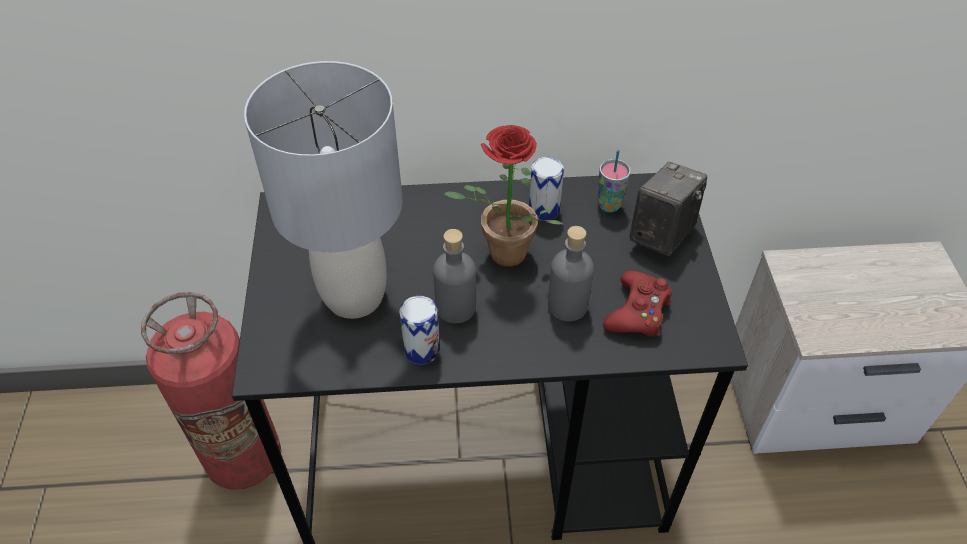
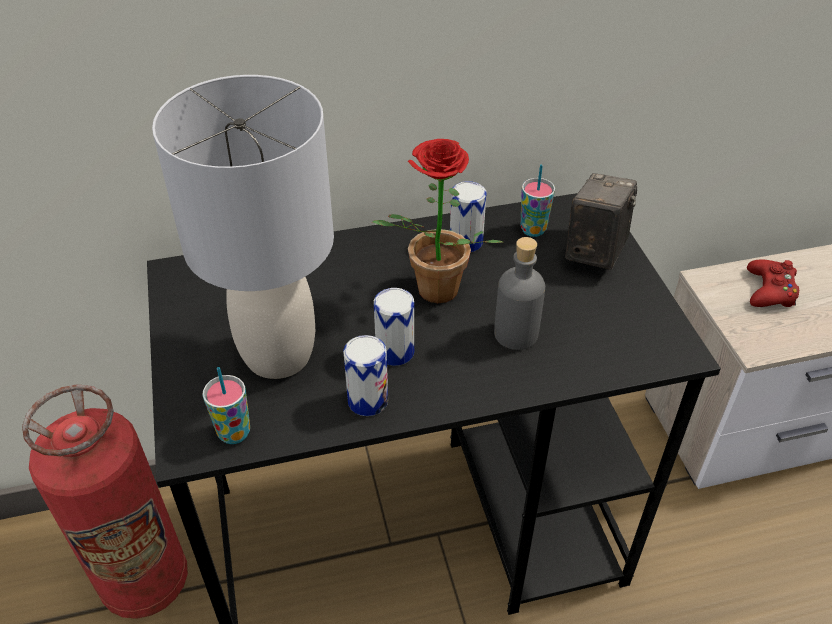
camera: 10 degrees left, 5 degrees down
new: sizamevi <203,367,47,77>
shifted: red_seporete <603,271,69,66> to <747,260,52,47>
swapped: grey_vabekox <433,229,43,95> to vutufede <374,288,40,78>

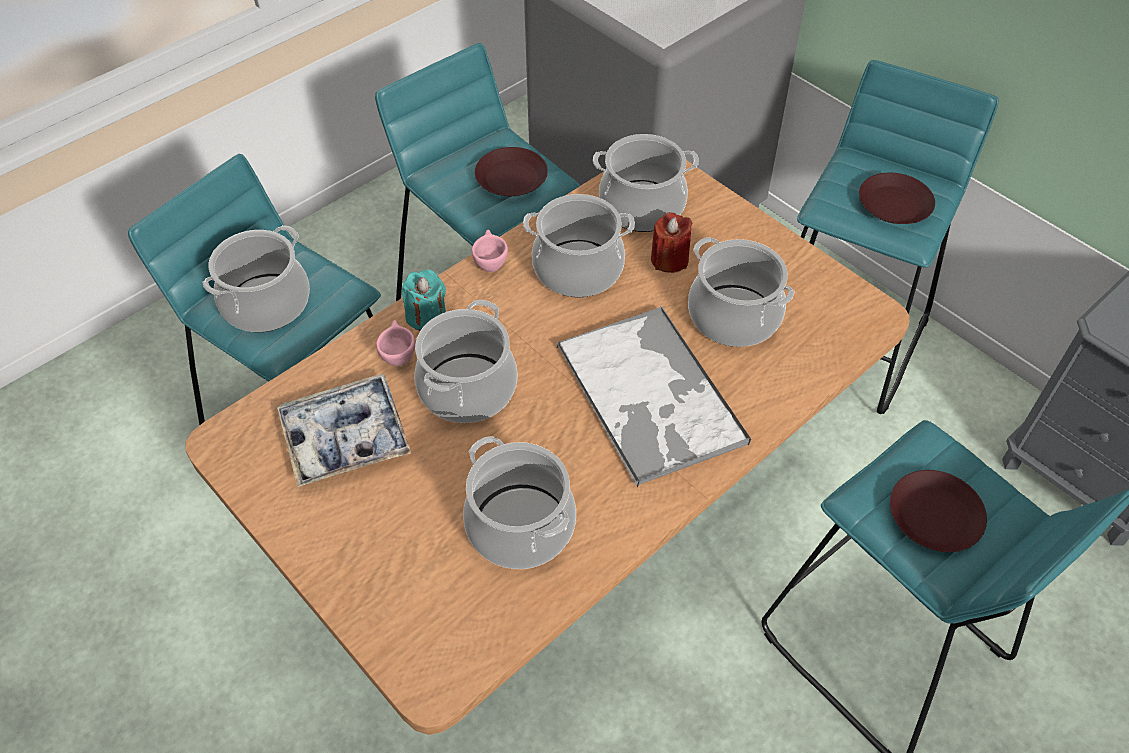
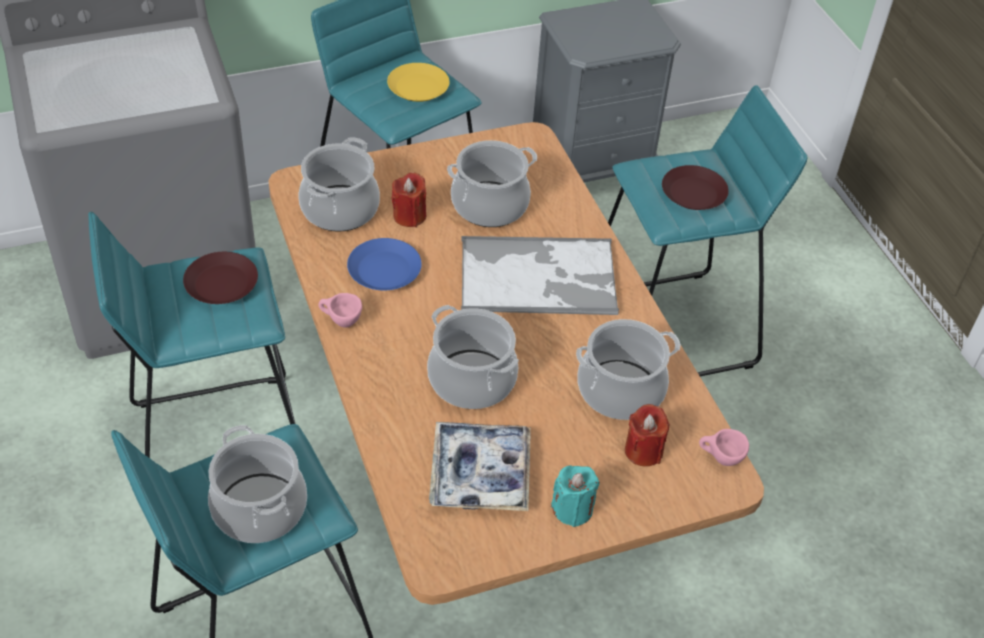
camera: 70 degrees left, 5 degrees down
new: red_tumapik <625,404,44,63>
shifted: pink_sizamevi <376,320,39,46> to <699,429,50,37>; turquoise_tumapik <402,269,44,62> to <551,466,48,61>
swapped: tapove <523,194,112,103> to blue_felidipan <347,238,75,52>
repainted: brown_felidipan <859,173,76,51> to yellow_felidipan <387,63,62,39>

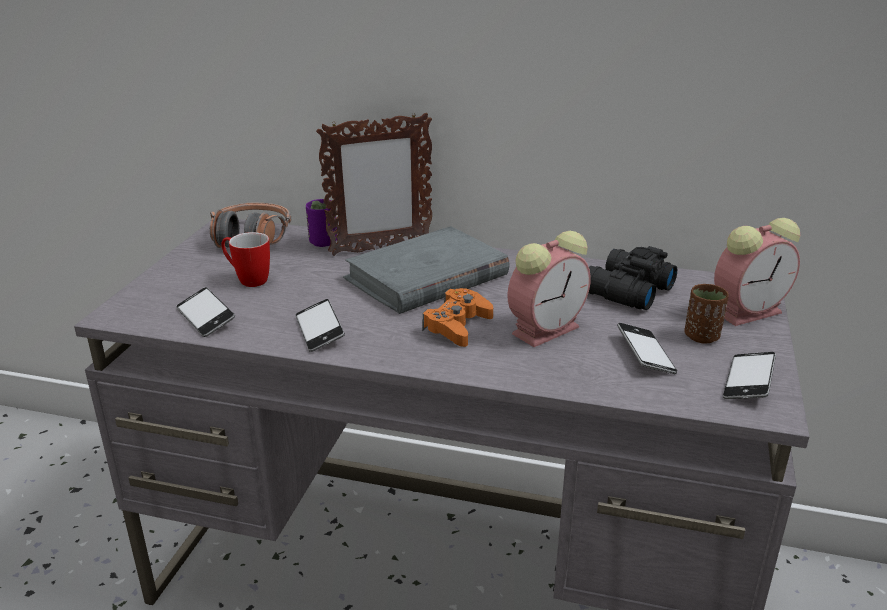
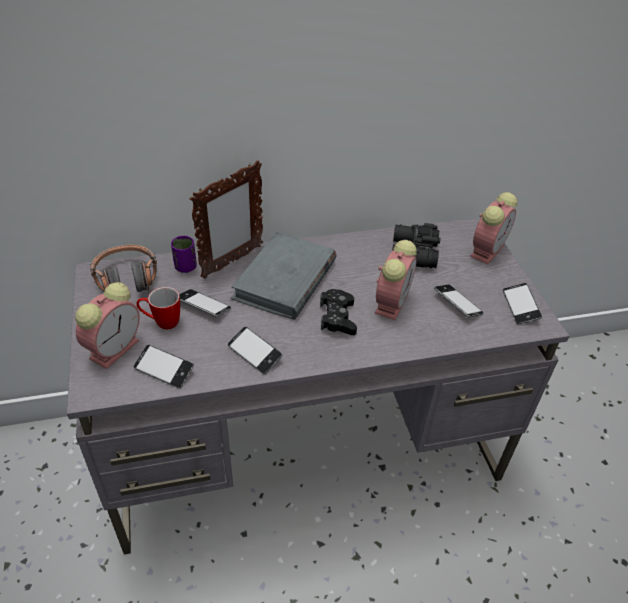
camera: 30 degrees left, 15 degrees up
gone: brown_sizamevi <684,284,45,59>
new: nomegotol <75,282,65,87>; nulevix <179,289,52,28>
repainted: orange_seporete <422,288,71,59> to black_seporete <320,289,37,46>

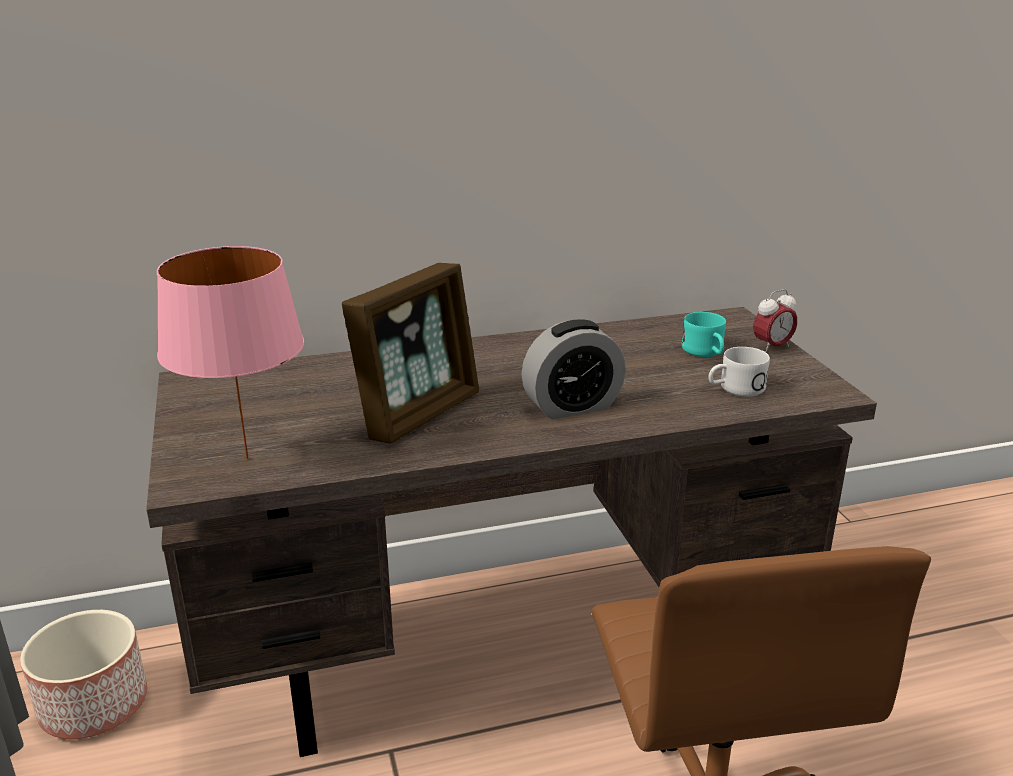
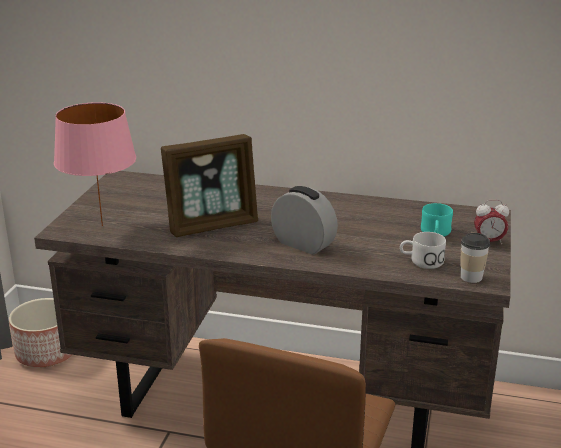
camera: 30 degrees right, 0 degrees up
new: sizamevi <460,233,30,50>
rotated: nomegotol <522,319,104,100> = <271,186,67,69> 150 degrees counterclockwise

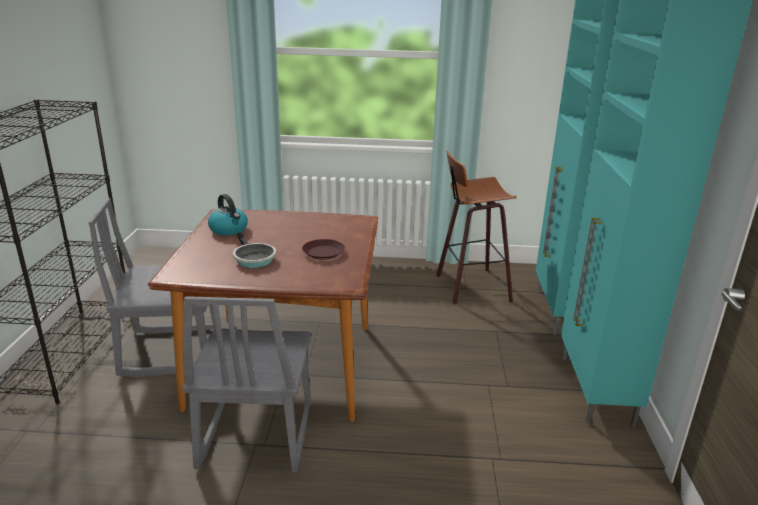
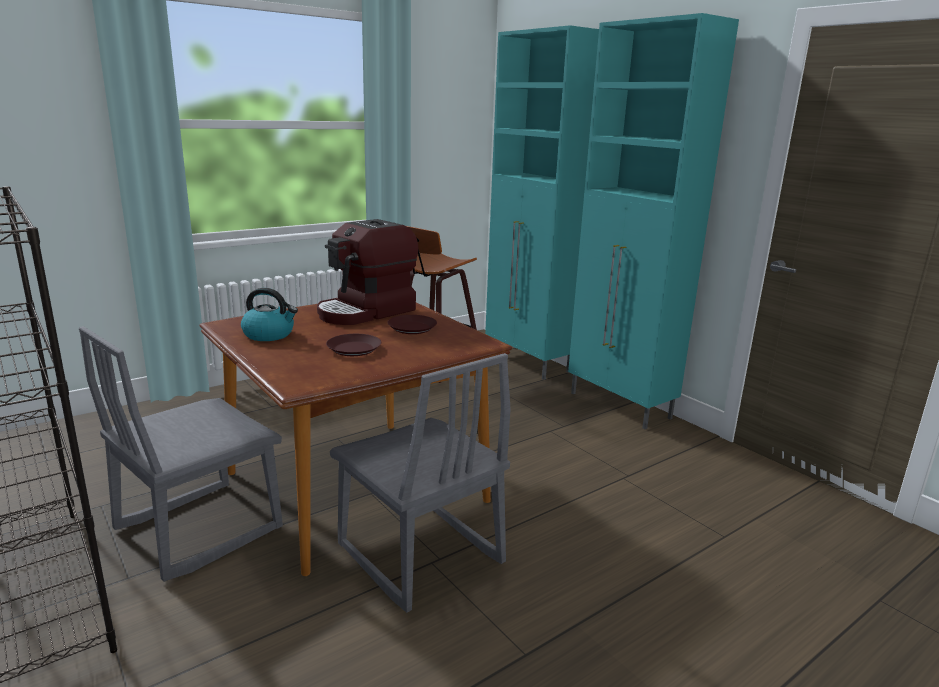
camera: 40 degrees left, 5 degrees down
new: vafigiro <317,219,101,106>
swapped: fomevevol <233,232,43,36> to brown_felidipan <326,334,55,22>

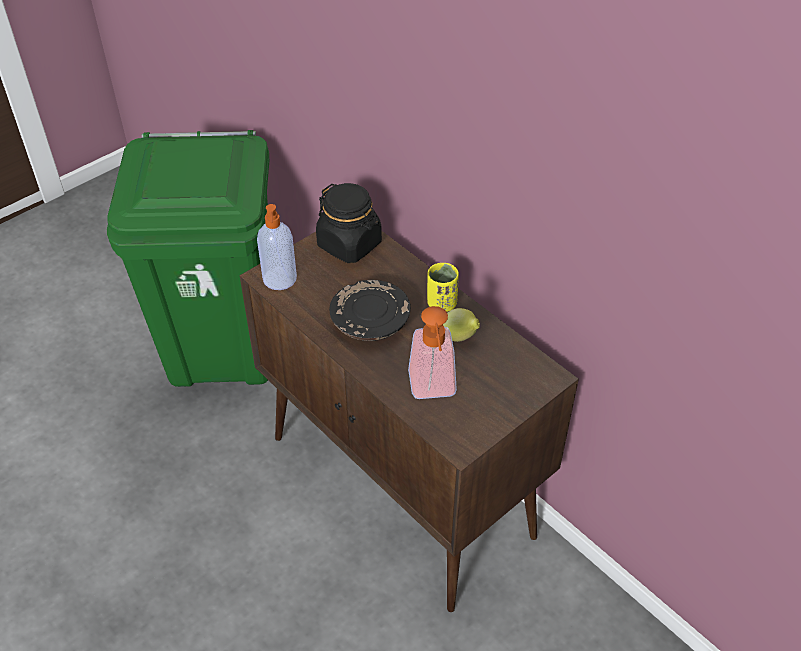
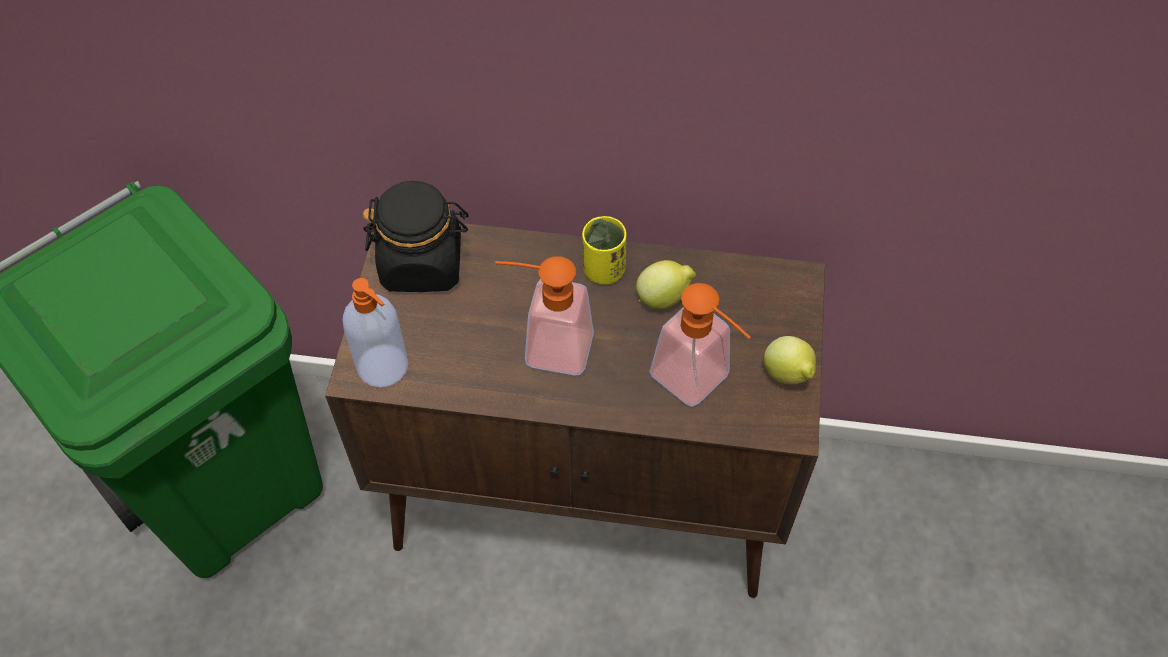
camera: 40 degrees left, 10 degrees up
new: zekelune <764,336,52,48>
swapped: black_felidipan <329,280,82,61> to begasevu <495,256,99,120>

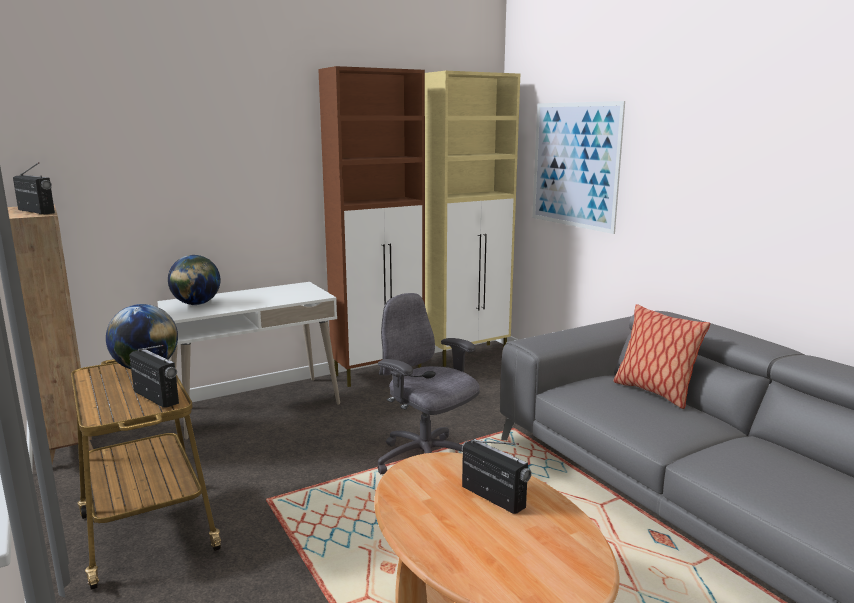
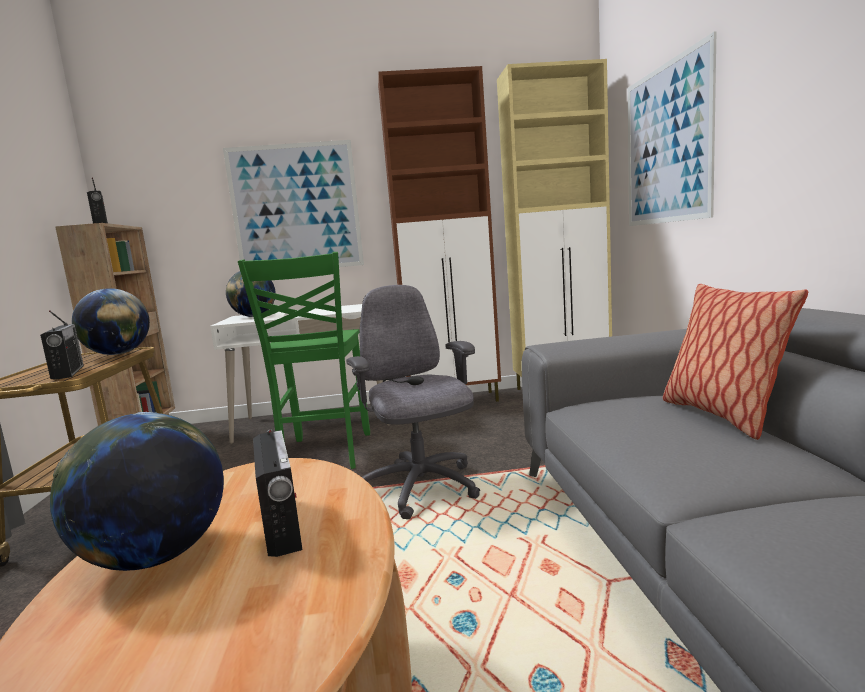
camera: 25 degrees right, 5 degrees down
new: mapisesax <50,412,174,159>; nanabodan <223,140,141,127>; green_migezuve <238,252,132,217>

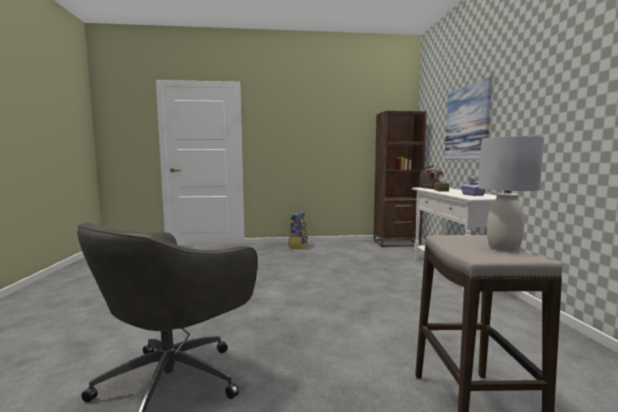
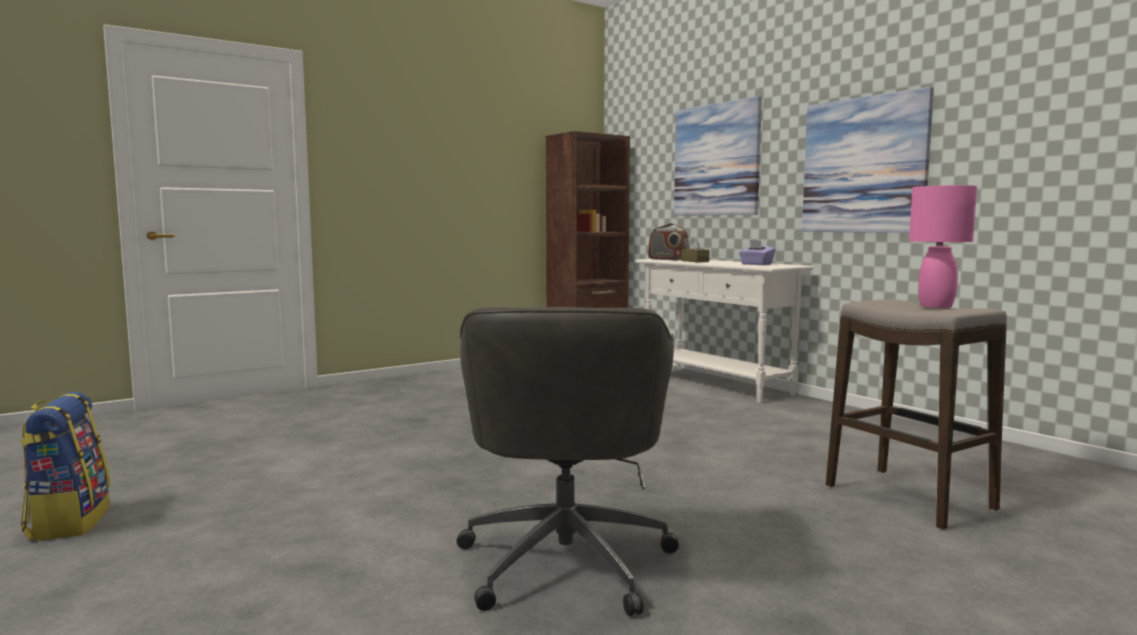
camera: 30 degrees left, 0 degrees up
new: nanabodan <802,87,132,146>
shifted: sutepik <288,211,20,38> to <20,392,90,149>
repainted: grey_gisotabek <479,136,65,115> to pink_gisotabek <909,185,68,123>

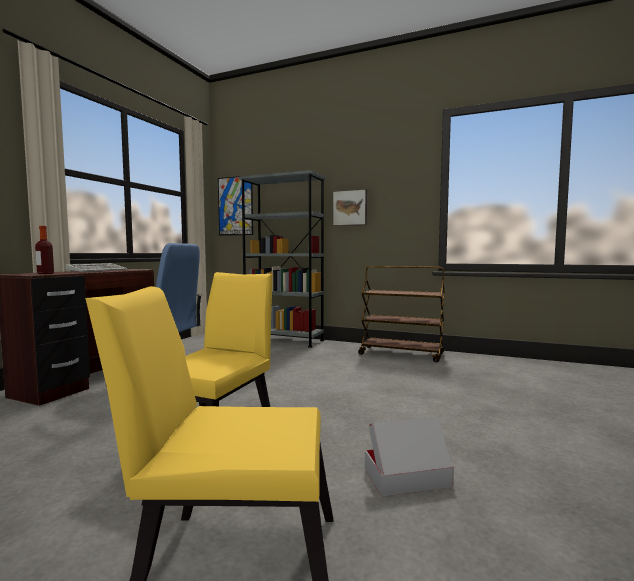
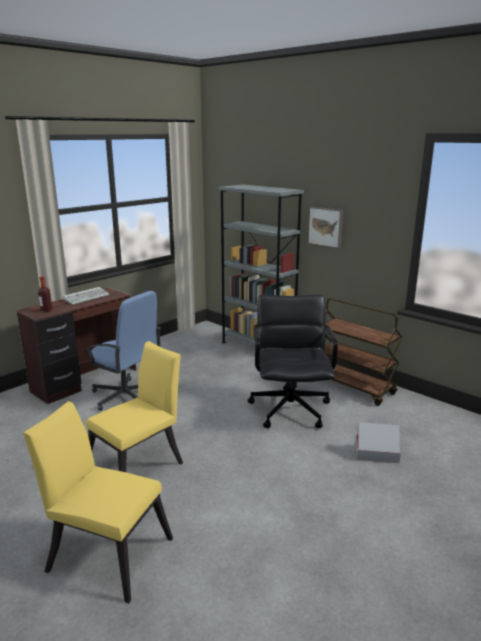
camera: 20 degrees right, 15 degrees up
gone: nanabodan <218,176,35,60>
new: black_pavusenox <248,294,90,134>
shifted: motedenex <365,417,89,80> to <355,422,46,41>

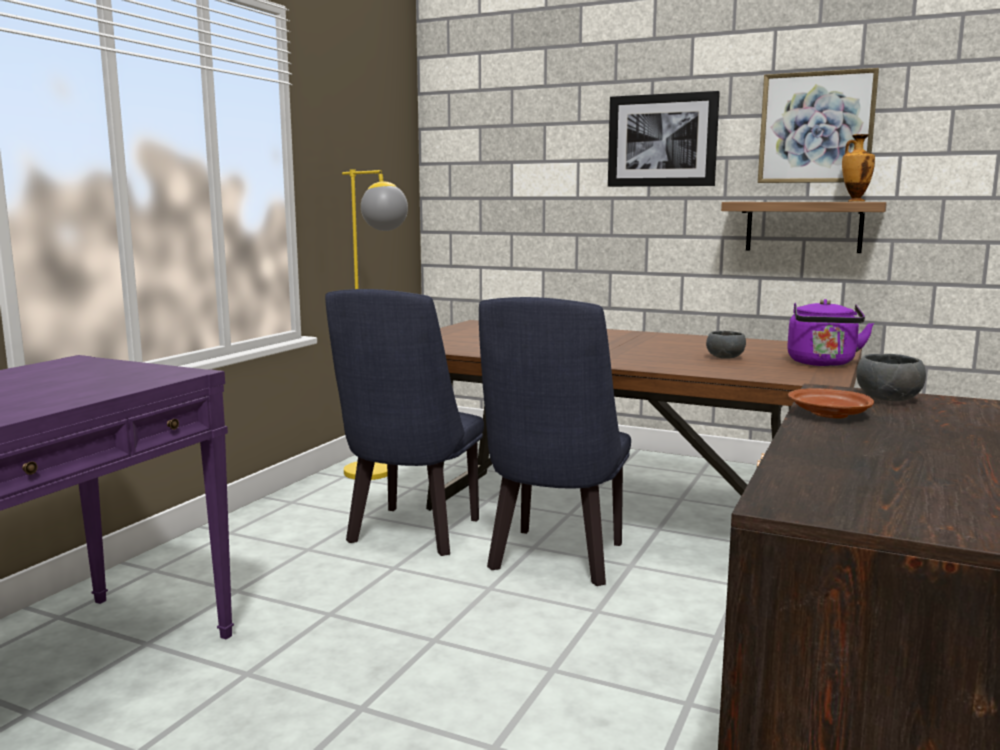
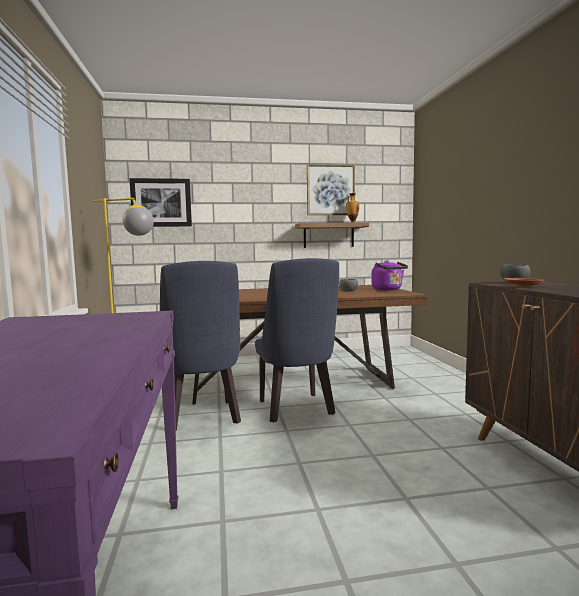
camera: 35 degrees left, 5 degrees down
shifted: nanabodan <608,91,112,96> to <129,178,63,49>

